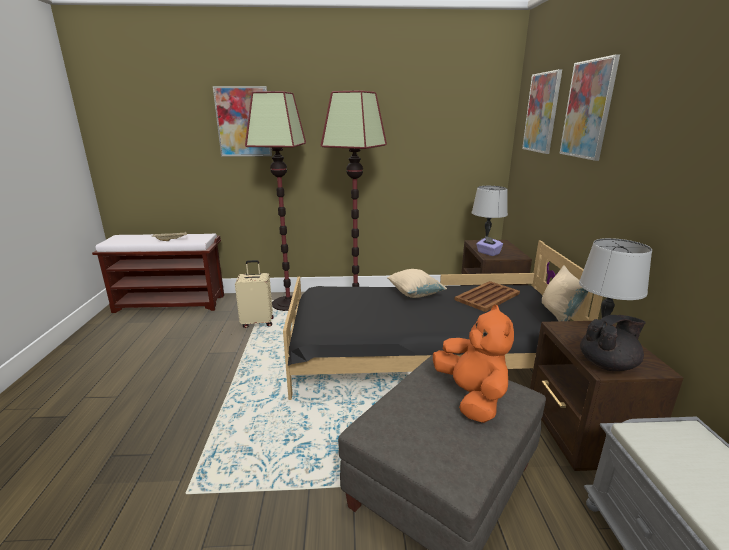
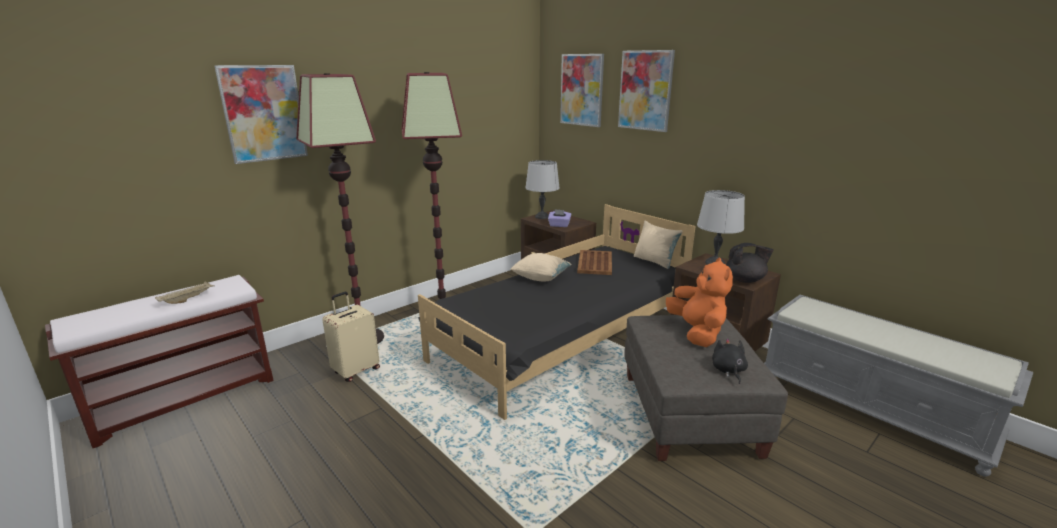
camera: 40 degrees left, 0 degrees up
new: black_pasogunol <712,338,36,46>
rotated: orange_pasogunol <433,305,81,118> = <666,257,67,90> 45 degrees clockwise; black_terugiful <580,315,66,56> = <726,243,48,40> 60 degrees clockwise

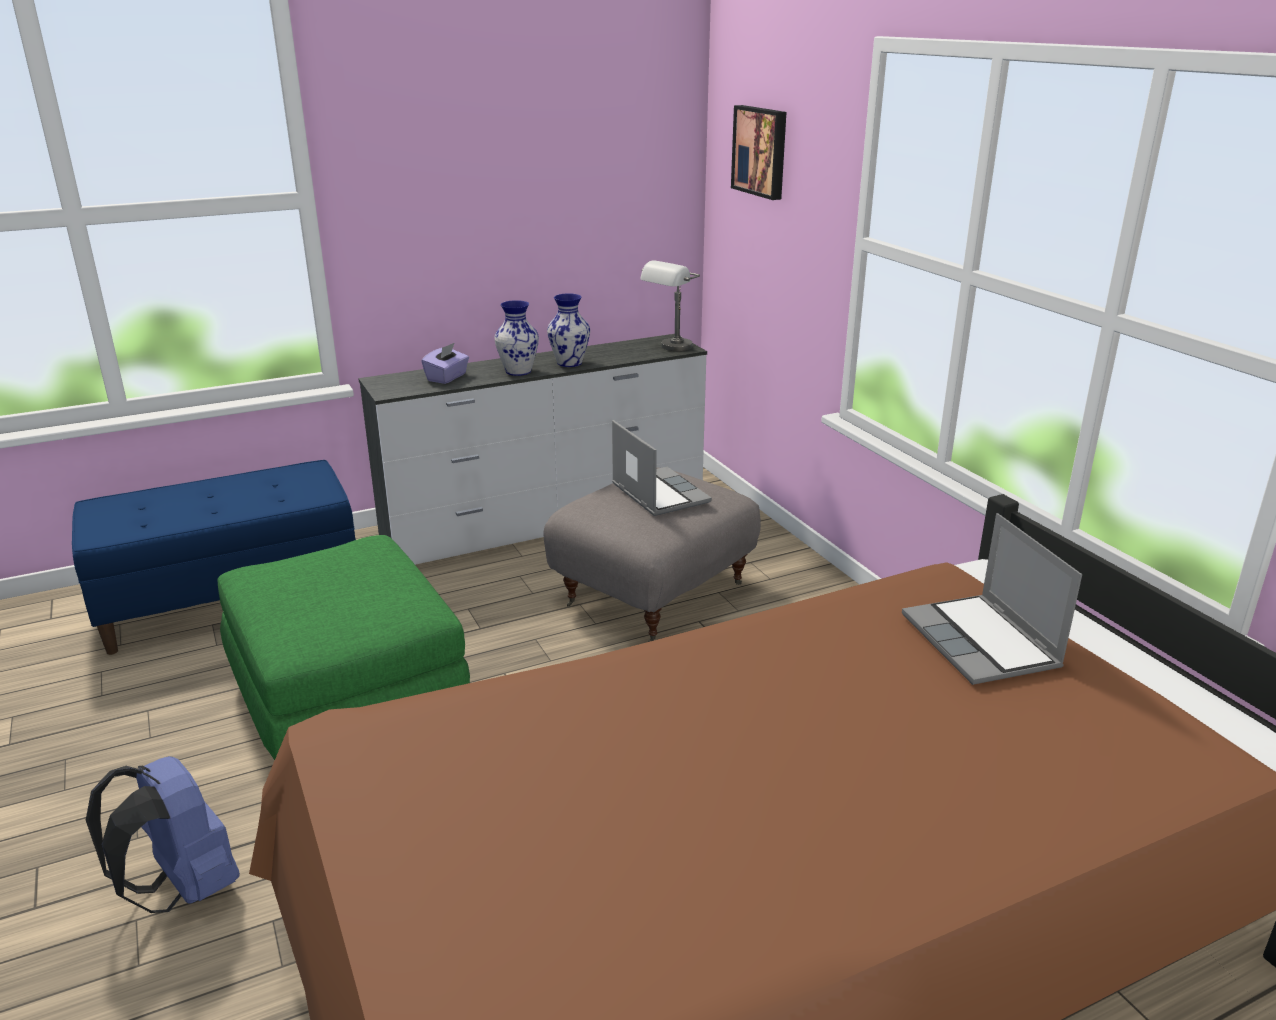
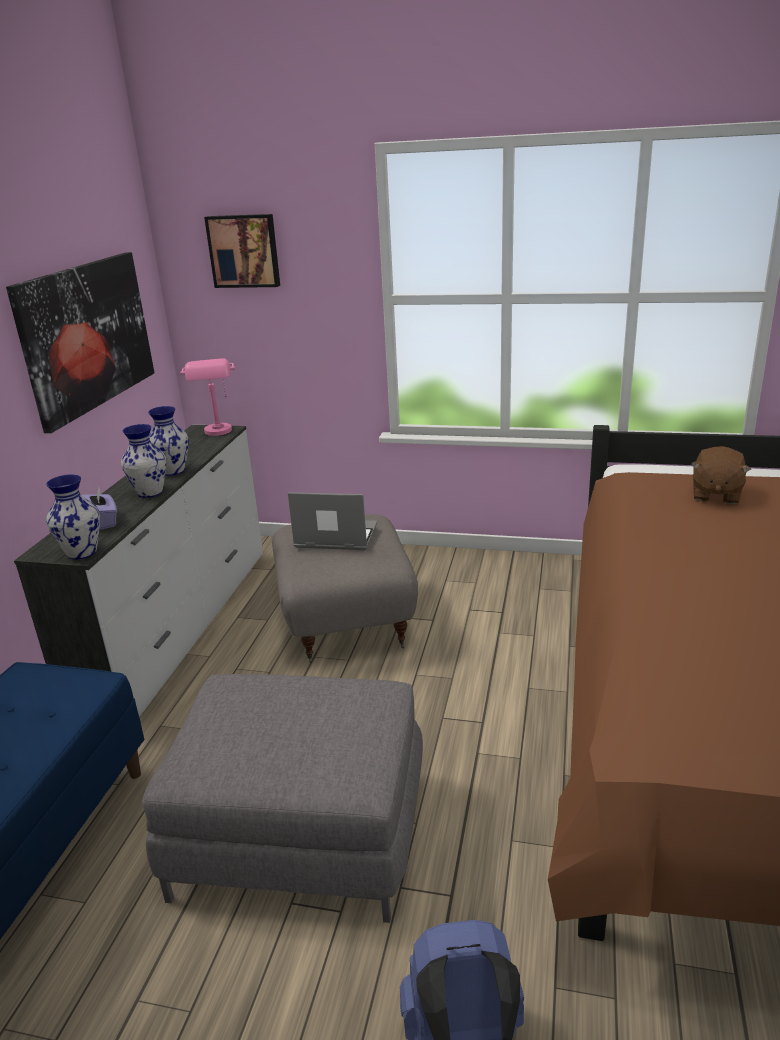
camera: 50 degrees left, 0 degrees up
new: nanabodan <6,252,148,181>; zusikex <46,474,54,86>
swapped: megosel <902,513,180,172> to brown_pasogunol <692,446,59,58>
repainted: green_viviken <218,535,252,225> to grey_viviken <142,674,281,249>; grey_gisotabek <640,260,60,91> to pink_gisotabek <180,358,55,78>

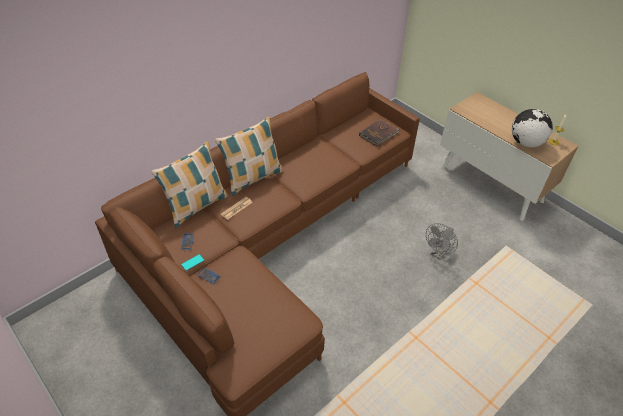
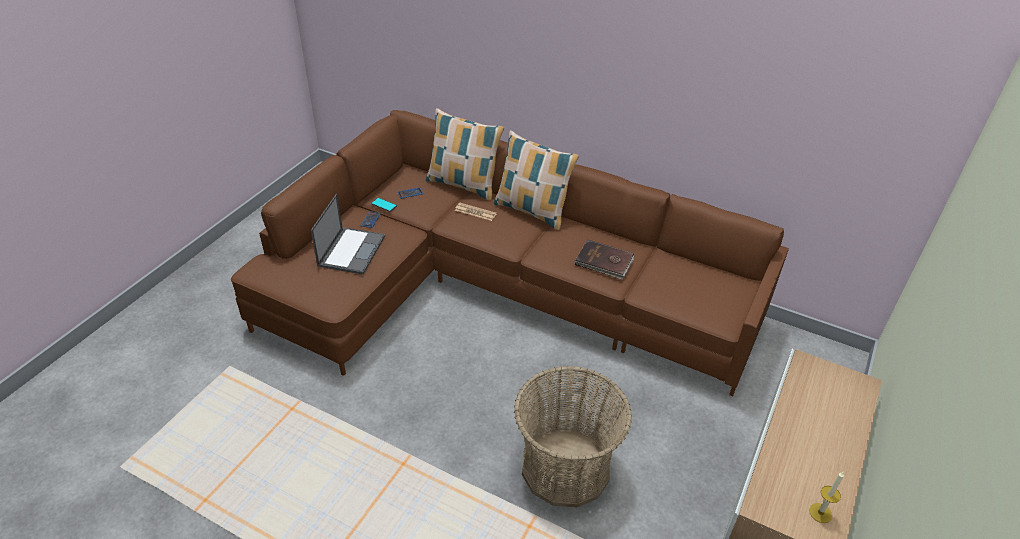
camera: 70 degrees right, 5 degrees down
gone: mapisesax <512,109,41,39>
new: megosel <311,194,74,81>
shifted: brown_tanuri <359,119,41,28> to <574,240,60,40>
swapped: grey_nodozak <426,223,32,37> to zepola <514,366,118,141>

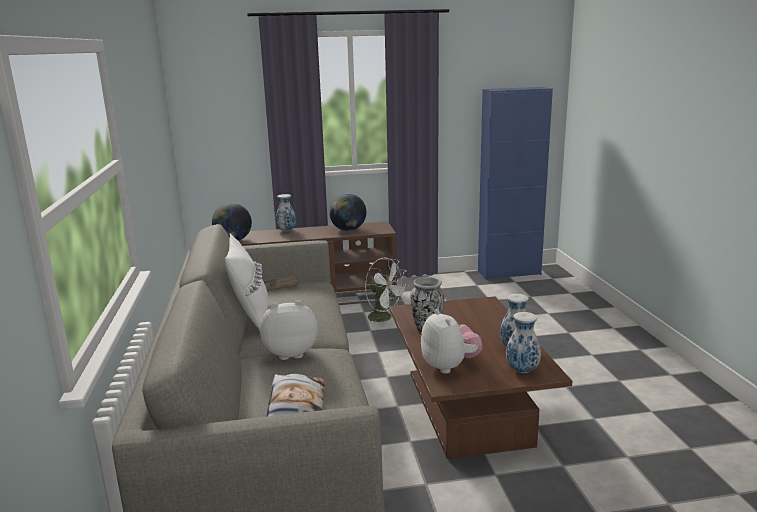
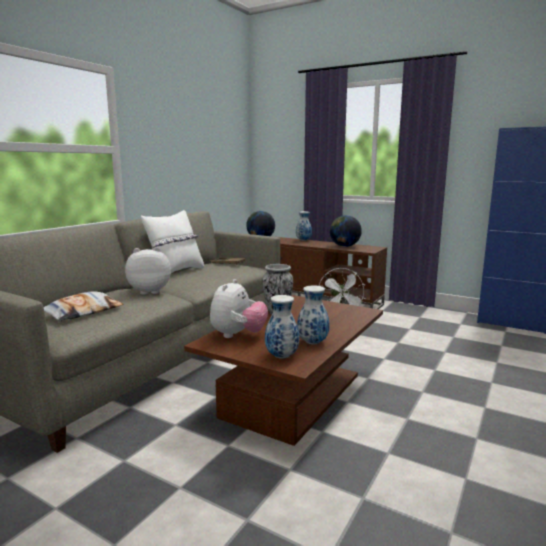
camera: 40 degrees right, 5 degrees down
rotated: pasogunol <260,300,58,60> = <125,247,46,48> 45 degrees counterclockwise

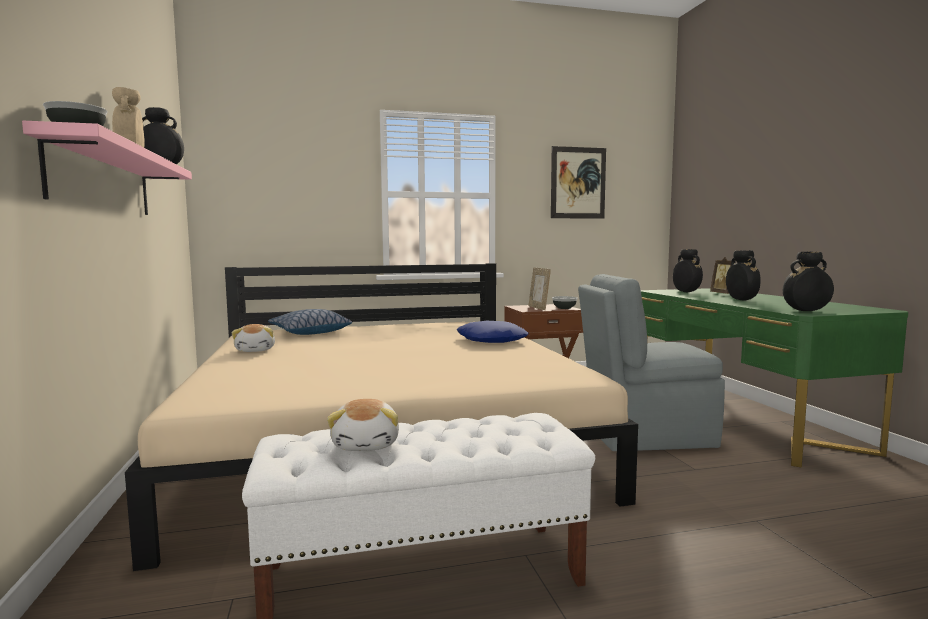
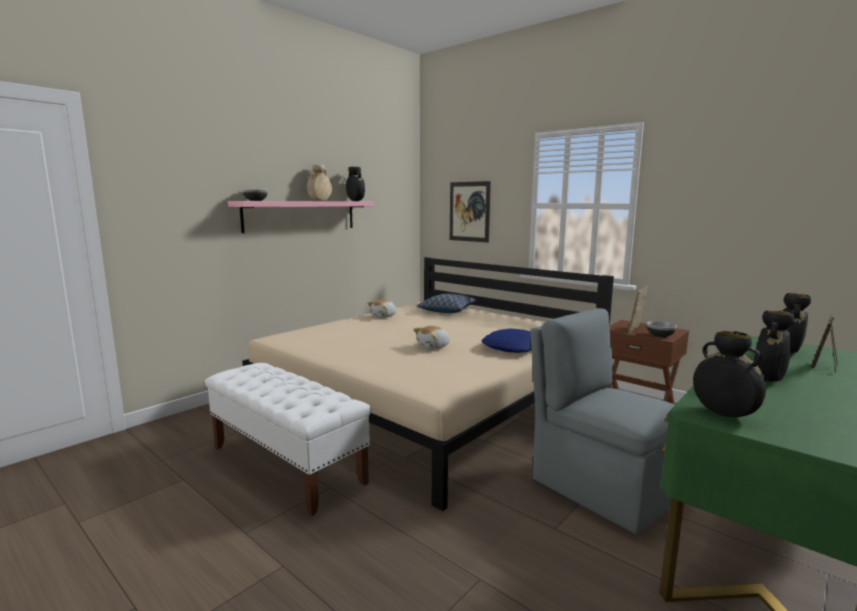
camera: 55 degrees right, 5 degrees up
shifted: pasogunol <327,399,72,52> to <413,326,37,23>; nanabodan <551,146,55,73> to <450,181,41,62>

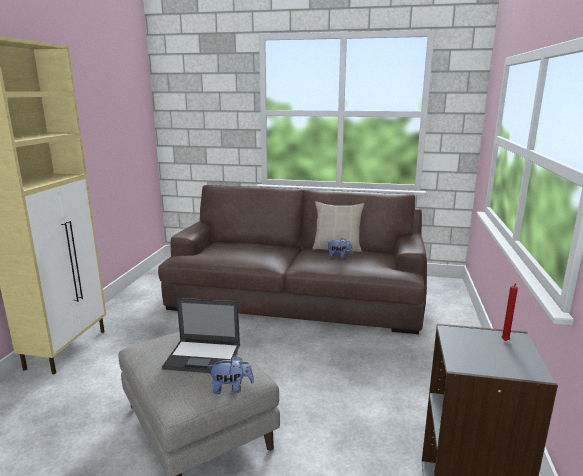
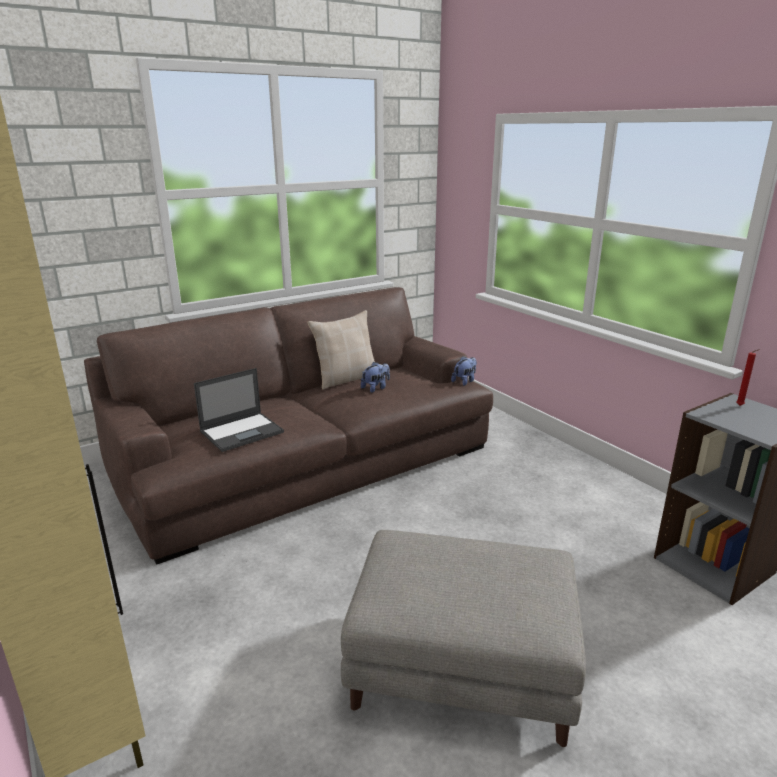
camera: 45 degrees left, 5 degrees up
shifted: megosel <162,298,78,75> to <194,368,90,84>; pasogunol <208,356,46,38> to <451,356,26,30>

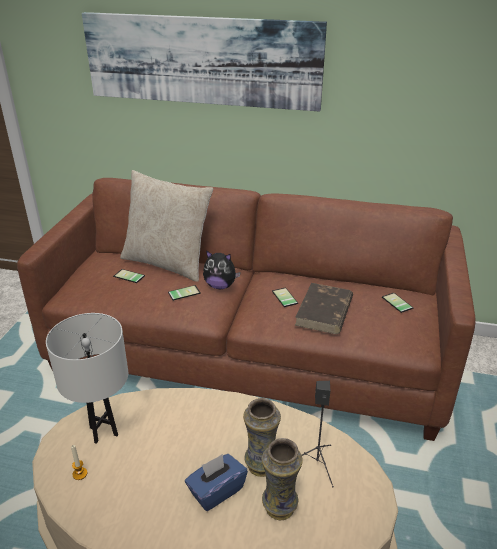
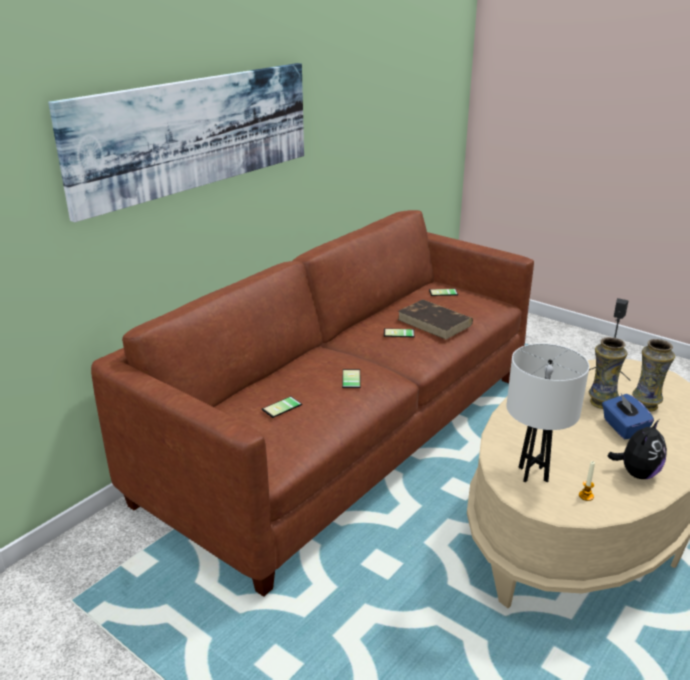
camera: 65 degrees left, 5 degrees down
gone: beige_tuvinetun <120,170,93,112>
shifted: pasogunol <203,250,38,39> to <608,420,59,59>

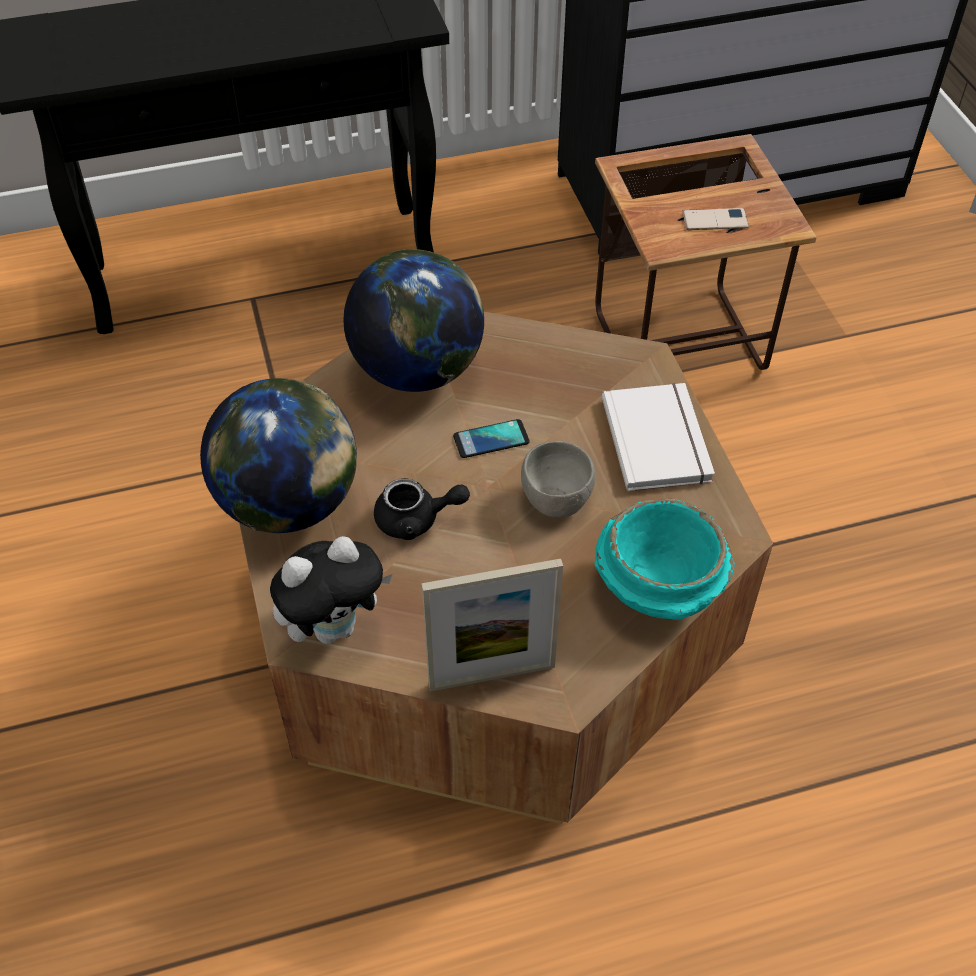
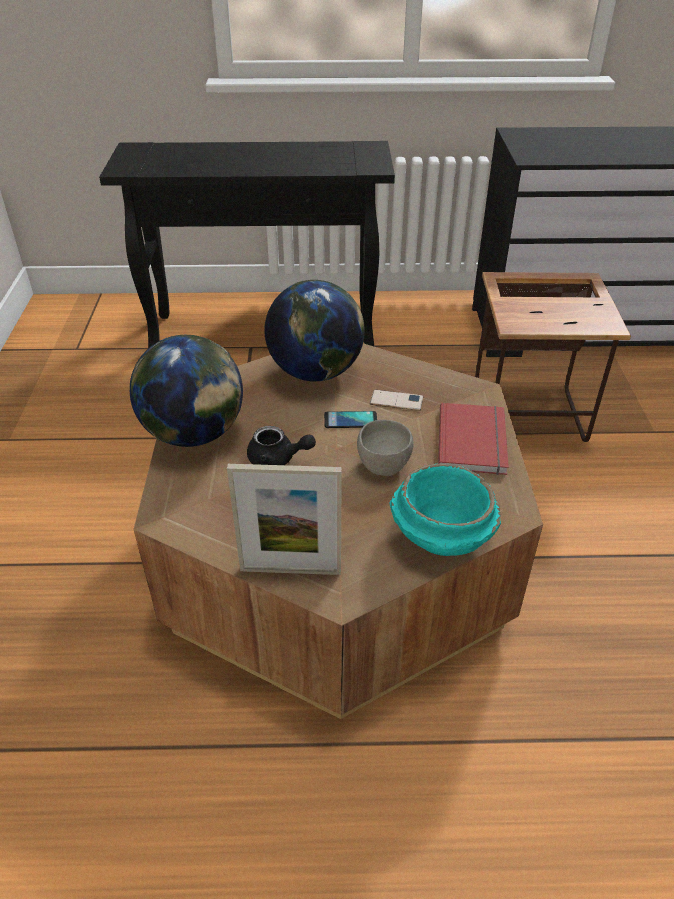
camera: 15 degrees right, 10 degrees down
gone: pasogunol <270,536,123,108>
shifted: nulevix <682,208,67,22> to <370,390,53,21>
repainted: white_tanuri <602,383,113,108> to red_tanuri <438,403,71,72>

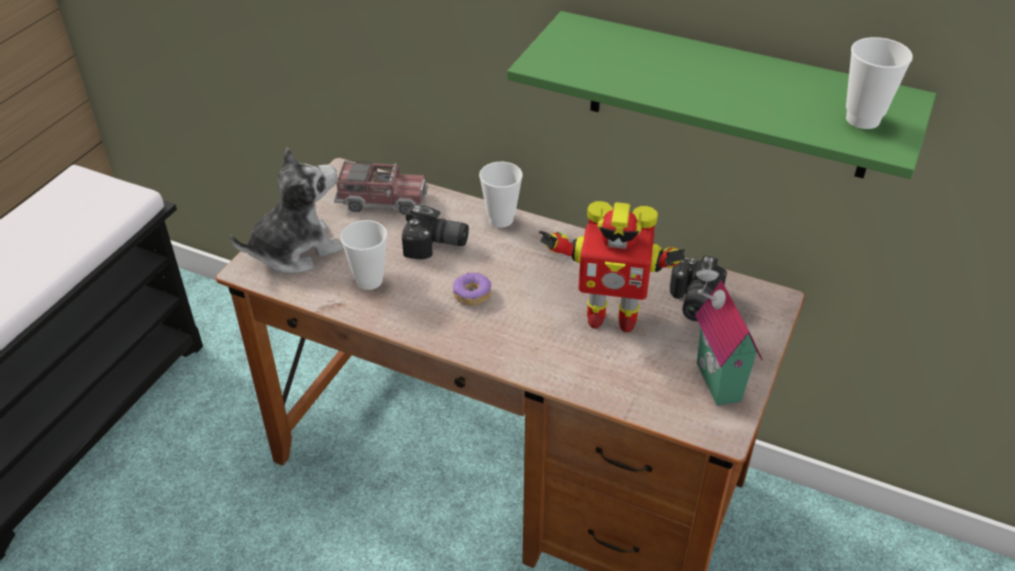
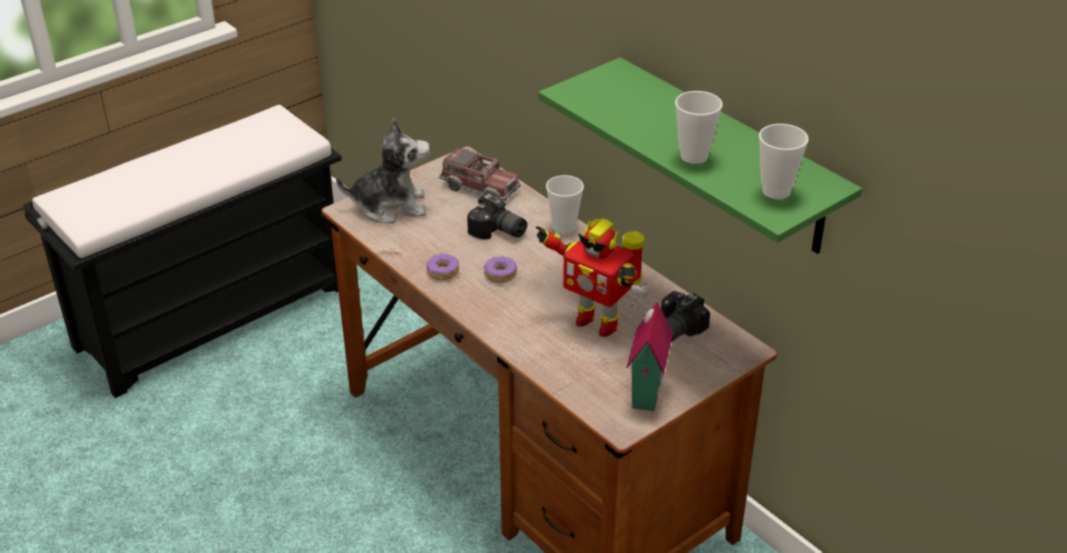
camera: 25 degrees right, 5 degrees down
new: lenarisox <426,253,33,27>
shifted: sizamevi <340,220,47,70> to <675,91,48,73>

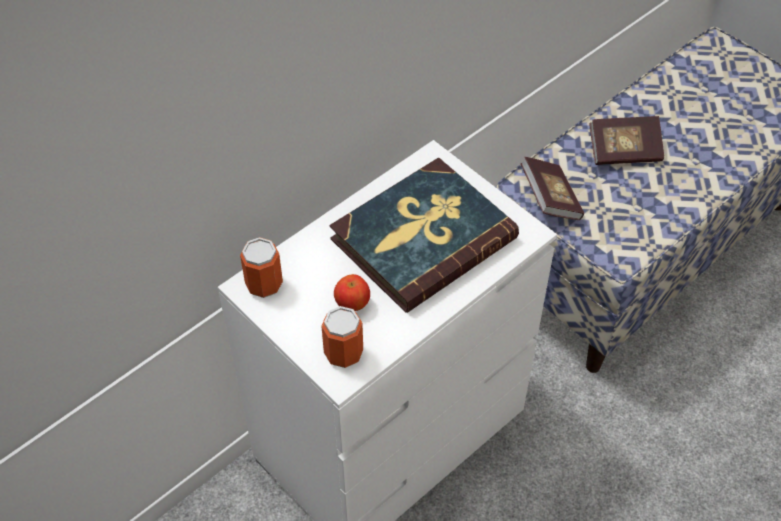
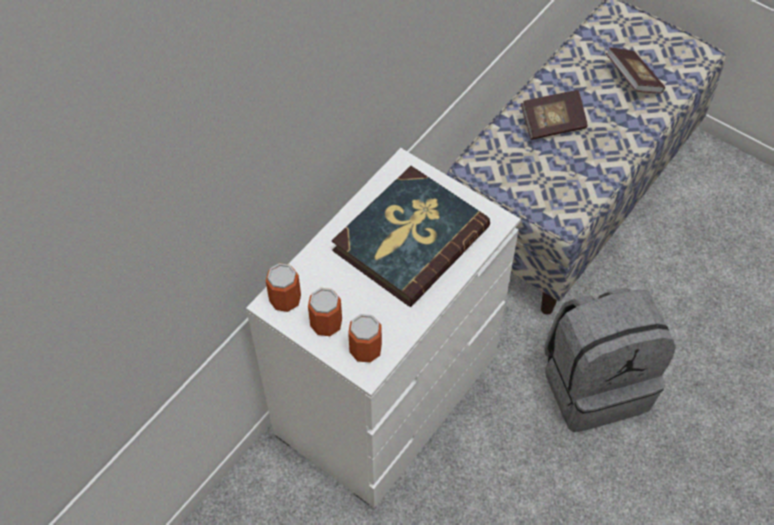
camera: 10 degrees left, 5 degrees up
gone: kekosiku <334,274,36,37>
new: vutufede <308,288,34,48>; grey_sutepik <545,288,130,144>
shifted: tanuri <521,157,63,63> to <606,47,59,46>

